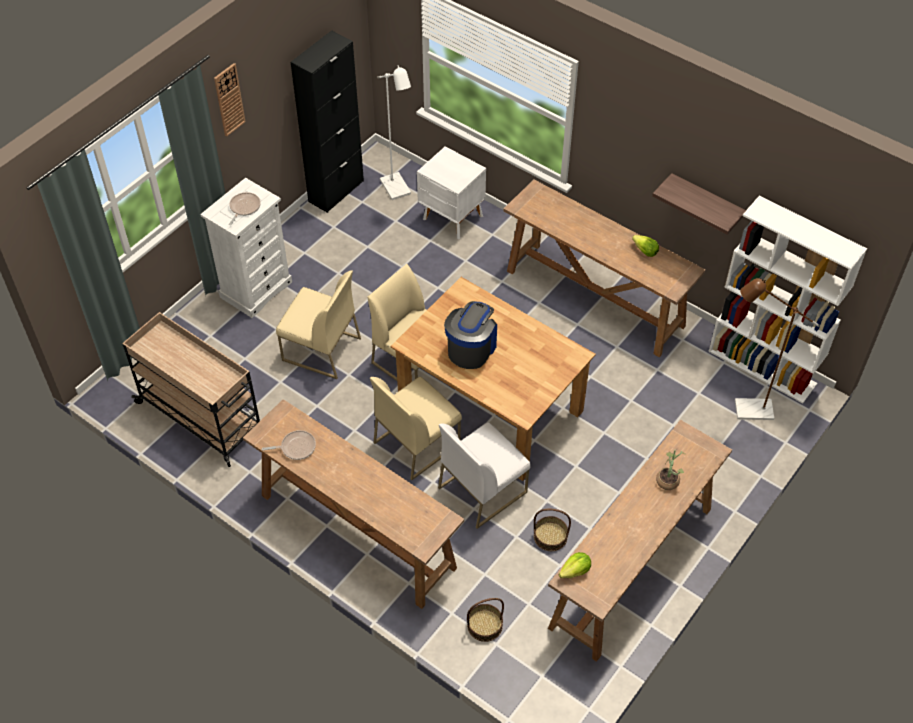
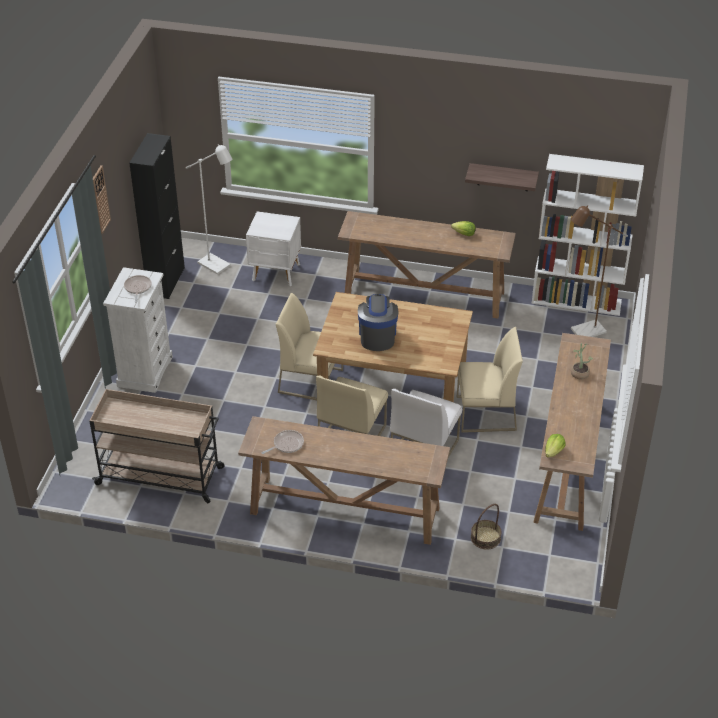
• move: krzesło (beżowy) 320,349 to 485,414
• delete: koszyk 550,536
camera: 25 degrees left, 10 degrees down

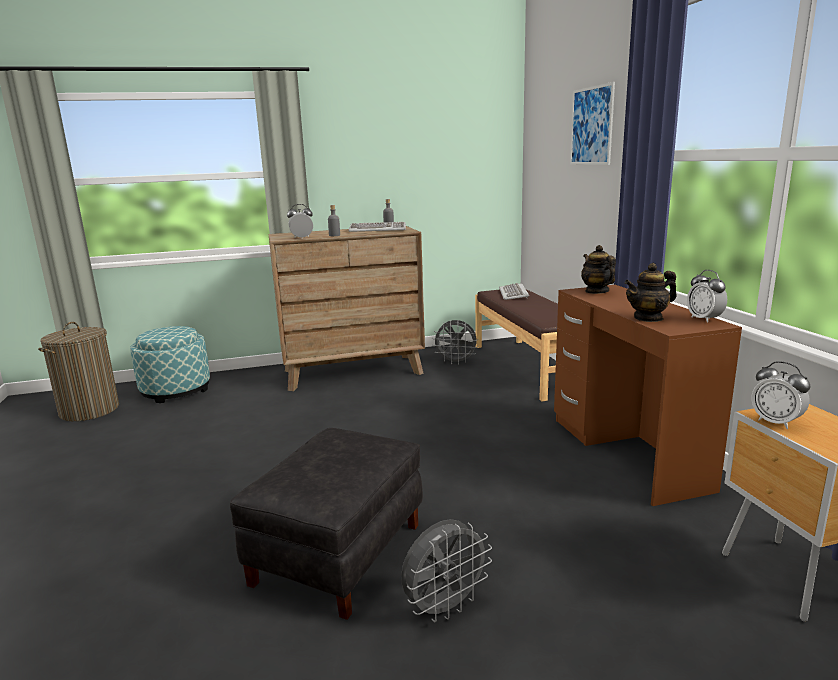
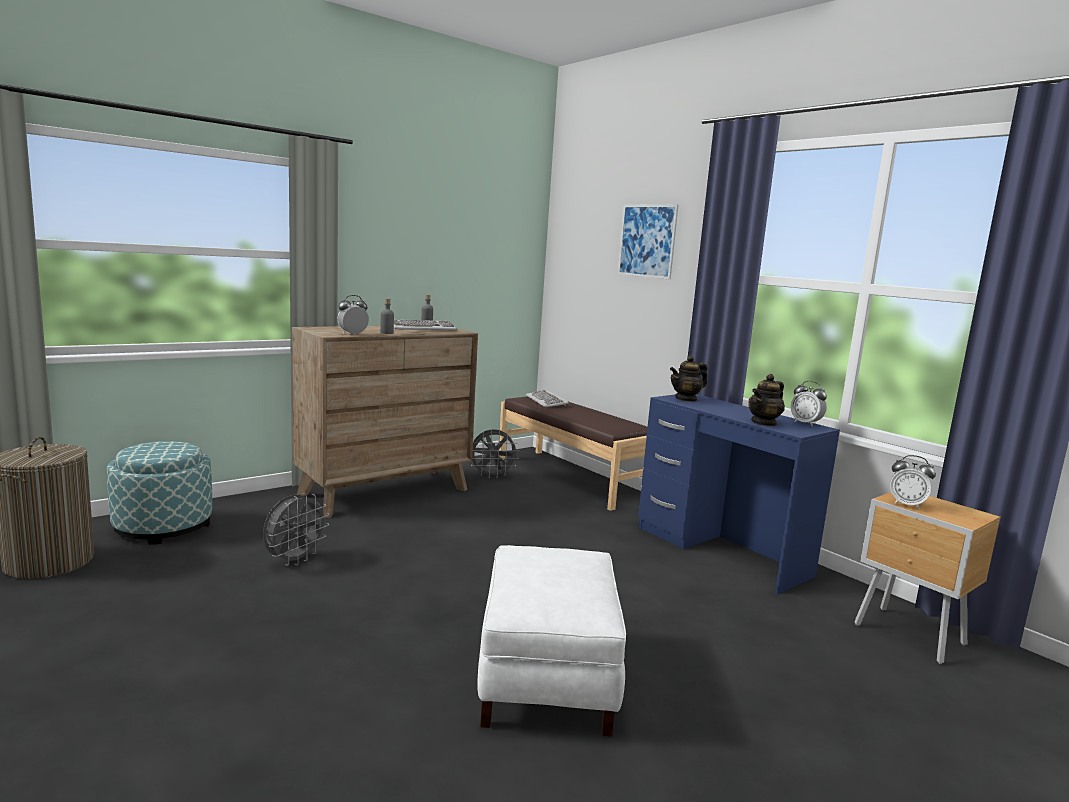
• move: wentylator (szary) 445,607 to 294,560
• recolor: pufa (czarny) 339,554 to pufa (biały) 547,679
• recolor: biurko (brązowy) 627,452 to biurko (niebieski) 721,551
• rotate: imbryk 596,291 = 686,399 75 degrees counterclockwise
camera: 25 degrees left, 5 degrees down

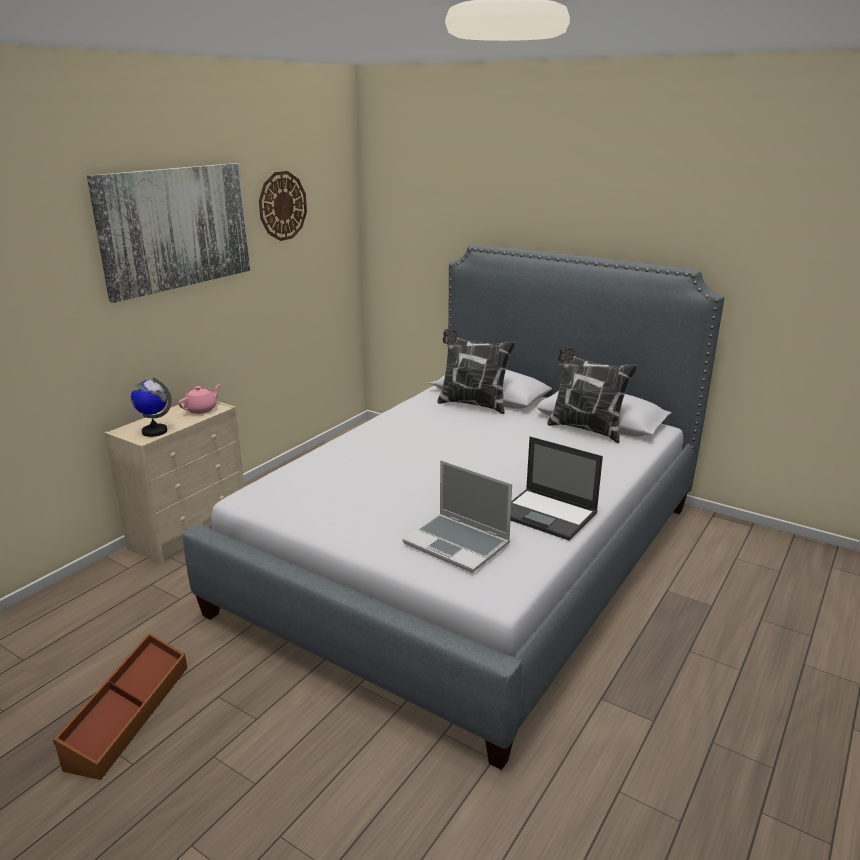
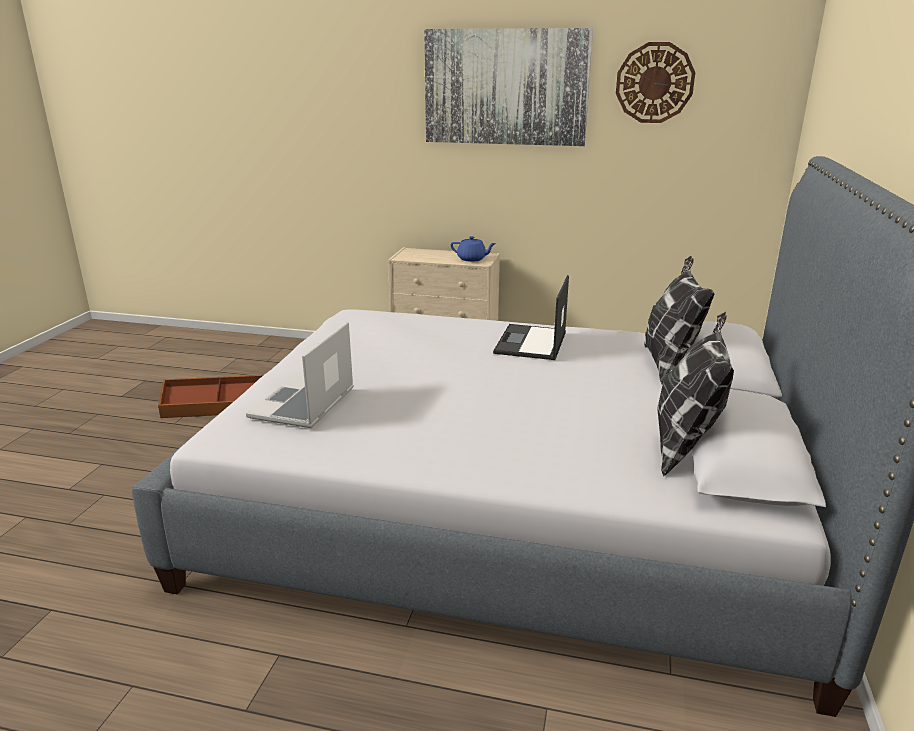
• recolor: imbryk (różowy) 201,409 to imbryk (niebieski) 472,259
• move: laptop 548,514 to 531,343
• delete: globus 154,431
camera: 70 degrees right, 0 degrees up

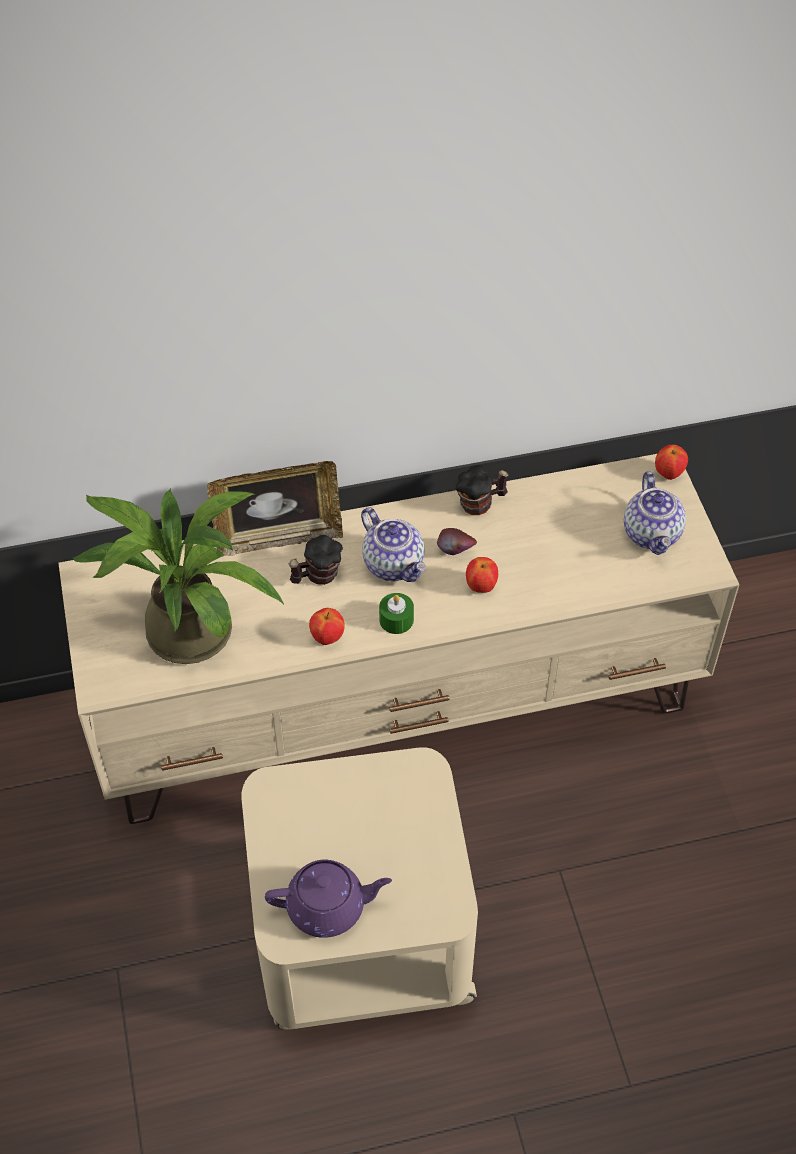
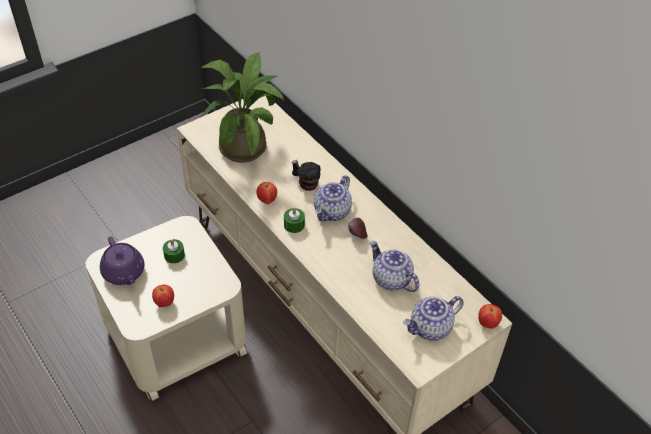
• move: jabłko 481,586 to 164,303
• insert: świeca (zielony) 174,255
• insert: imbryk 391,279
• delete: ramka na zdjęcie 278,537
• delete: kubek 480,503
camera: 65 degrees right, 5 degrees down

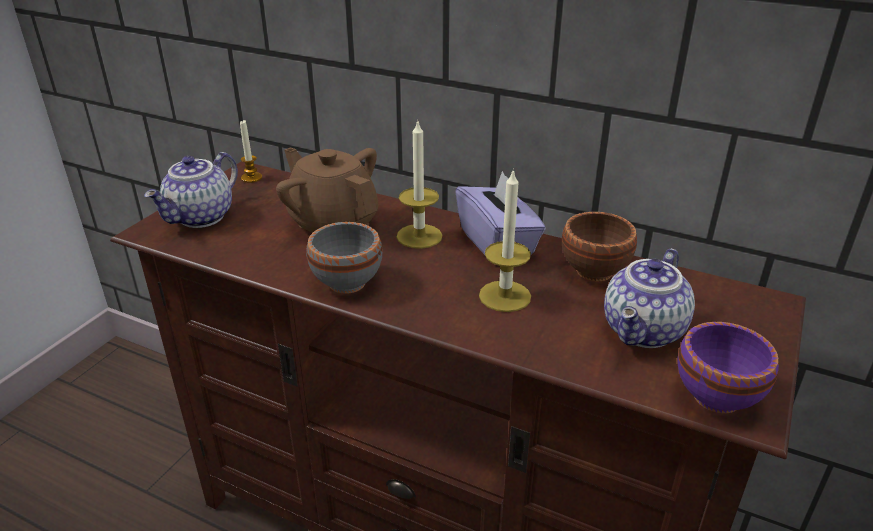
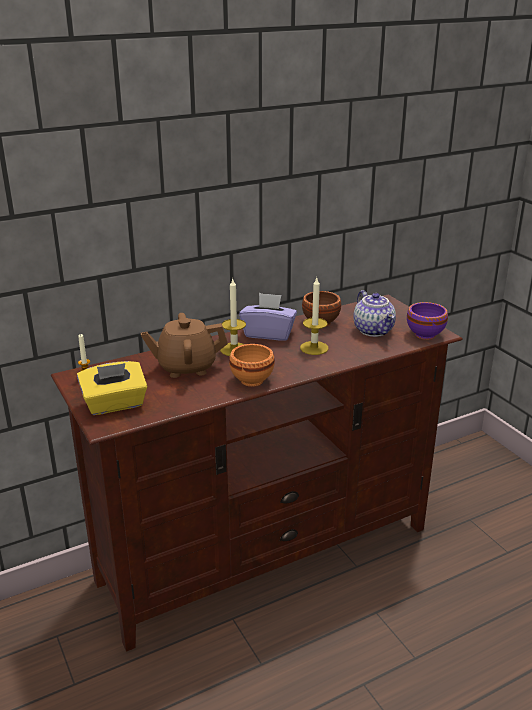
• replace: imbryk 201,218 to pudełko chusteczek (żółty) 115,404
• recolor: miska (szary) 344,283 to miska (pomarańczowy) 251,381
camera: 55 degrees left, 5 degrees down

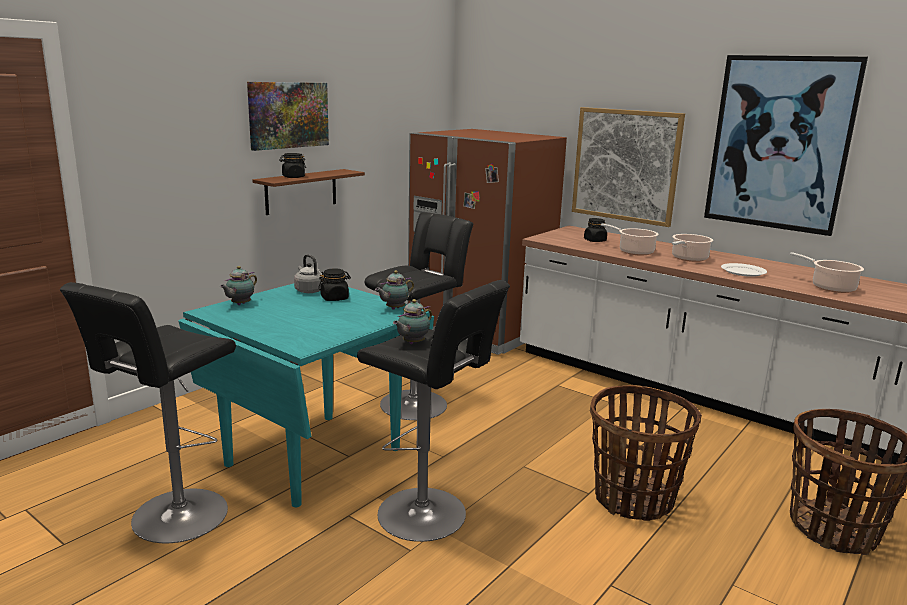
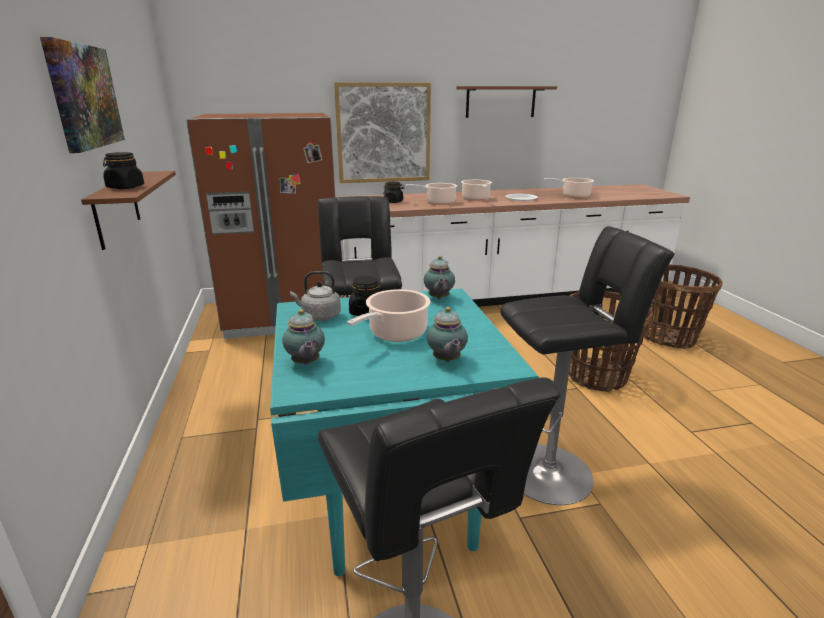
• insert: garnek 395,334
• move: imbryk 412,343 to 446,360
• replace: obraz 779,143 to półka (brązowy) 500,102
camera: 50 degrees left, 5 degrees up

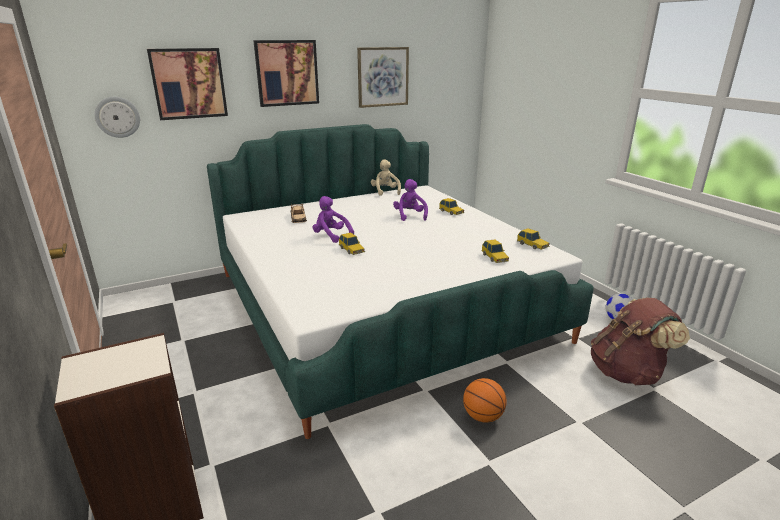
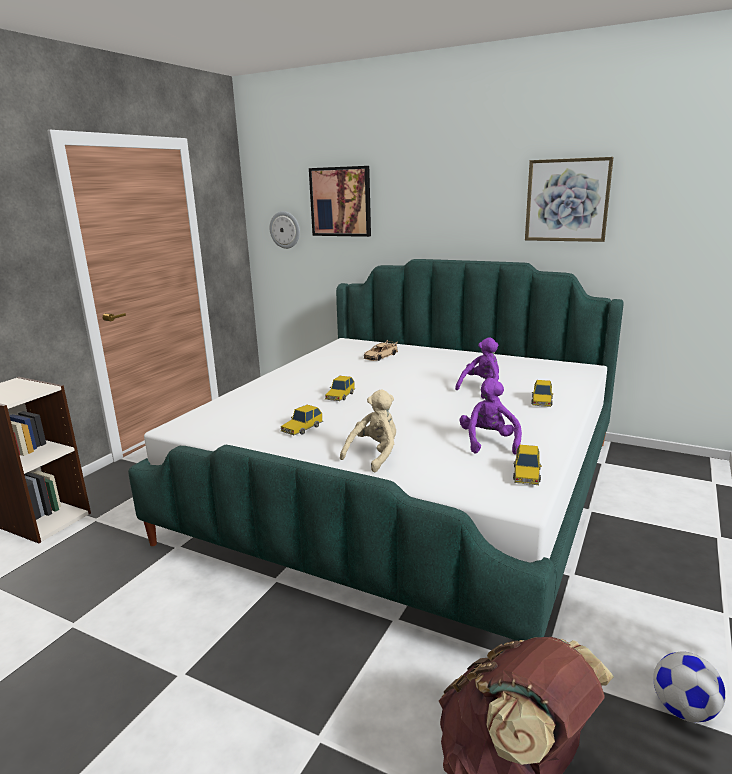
• move: samochodzik 494,257 to 302,428
• move: pluszak (beżowy) 385,192 to 374,455
• move: pluszak (fioletowy) 331,236 to 489,442
• delete: obraz 287,73
• delete: piłka do koszykówki 483,416
camera: 55 degrees right, 5 degrees down

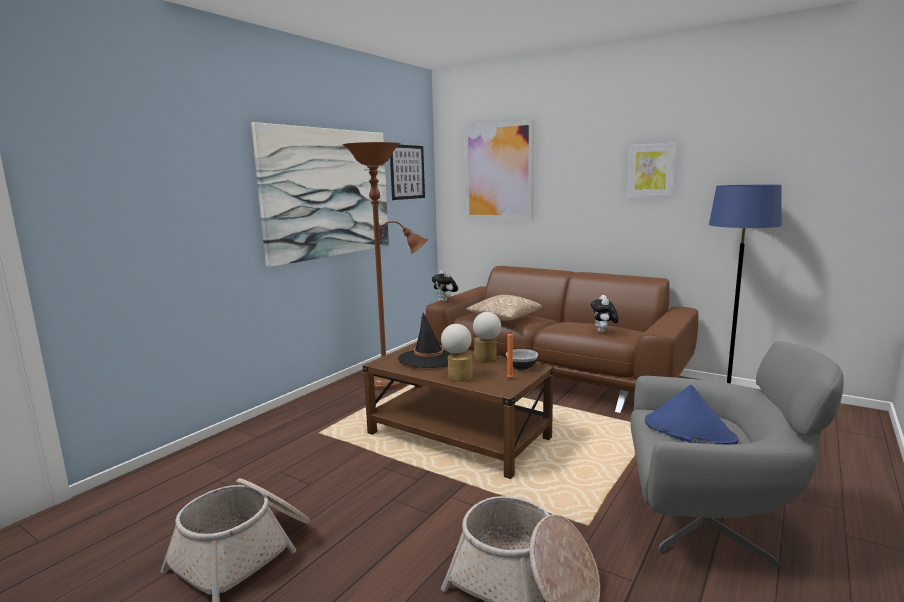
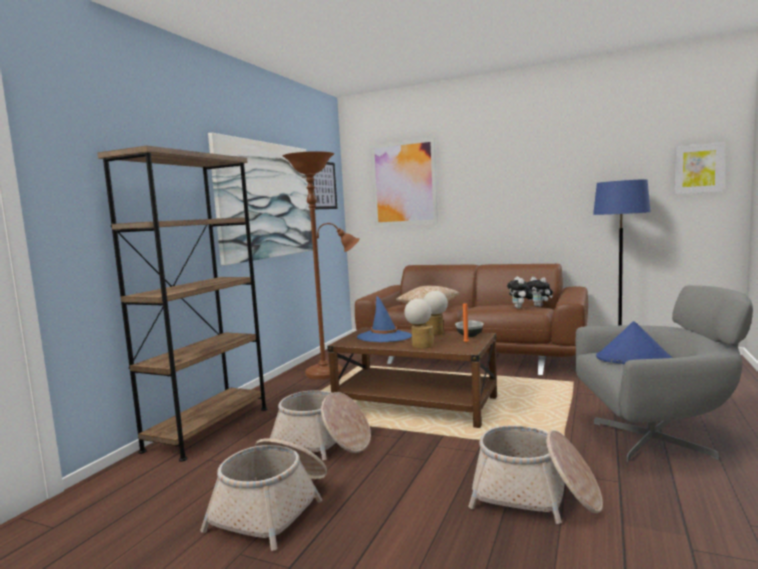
• insert: regał (brązowy) 208,428
• insert: koszyk 322,443
• recolor: kapelusz (czarny) 428,359 to kapelusz (niebieski) 384,337
• move: pluszak 445,301 to 539,306
• move: obraz 651,170 to 698,169
camera: 10 degrees left, 5 degrees down

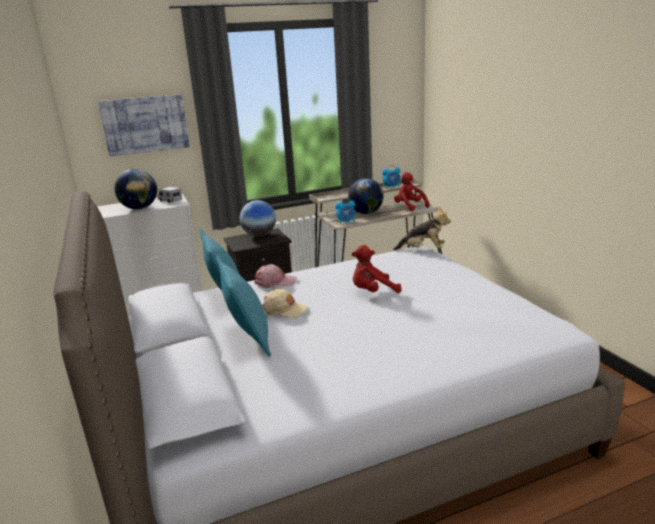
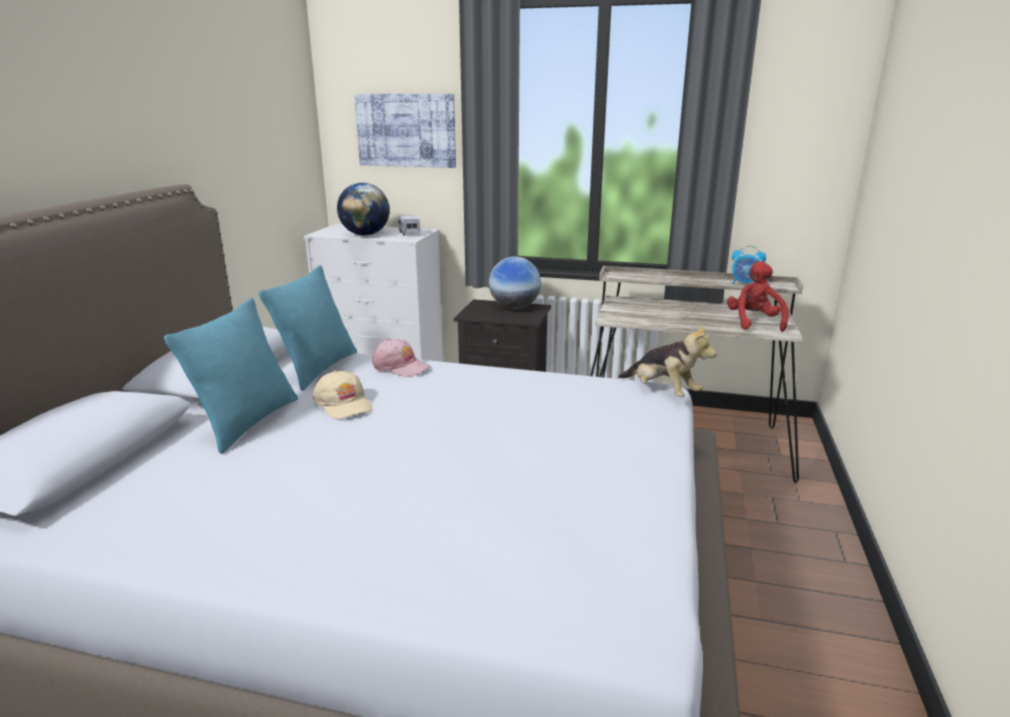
• delete: budzik 346,222
• delete: globus 366,213
• delete: pluszak (czerwony) 373,292
camera: 35 degrees right, 0 degrees up

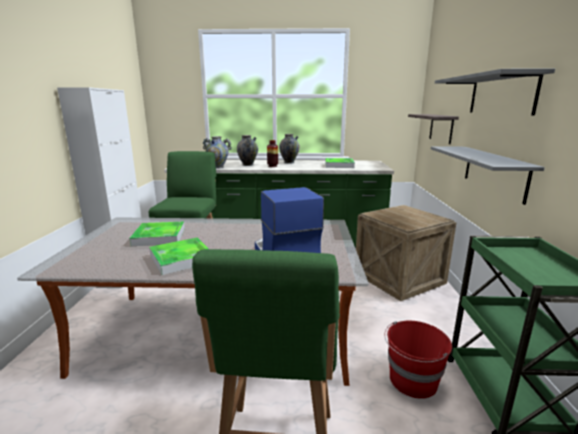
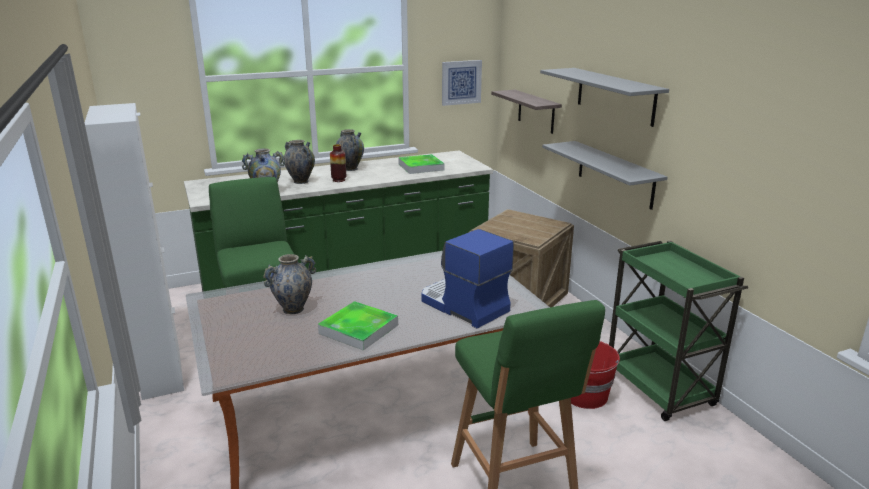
• replace: taca 159,237 to wazon 293,309
• insert: obraz 461,82
camera: 25 degrees left, 5 degrees up

